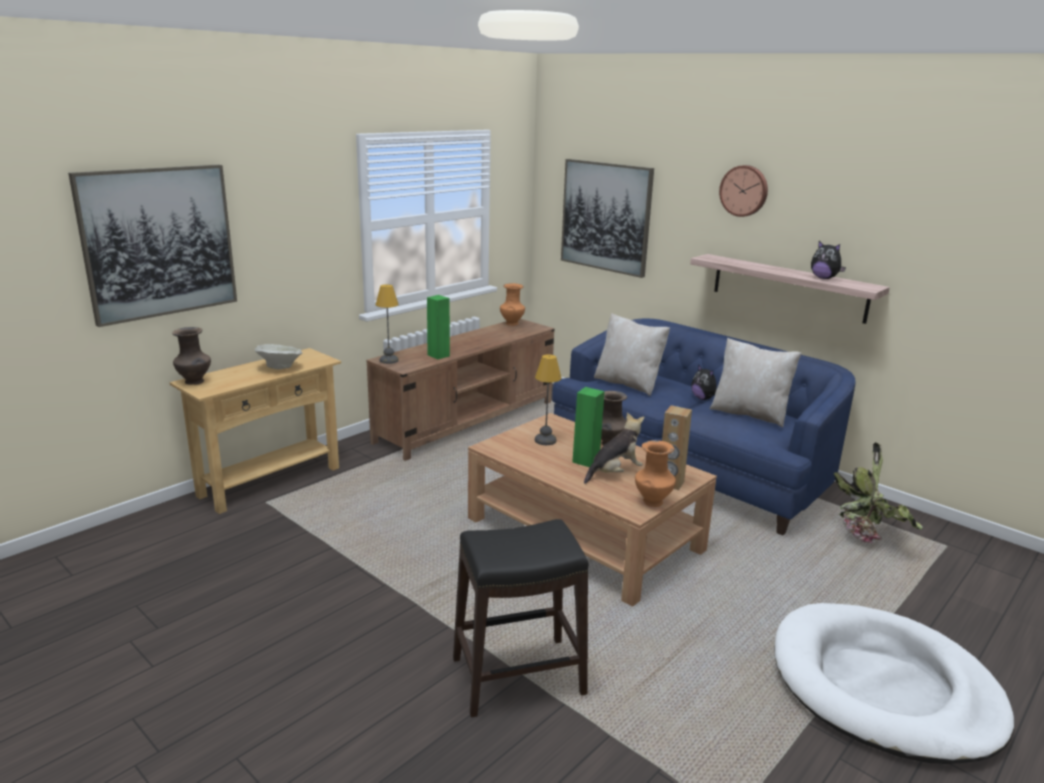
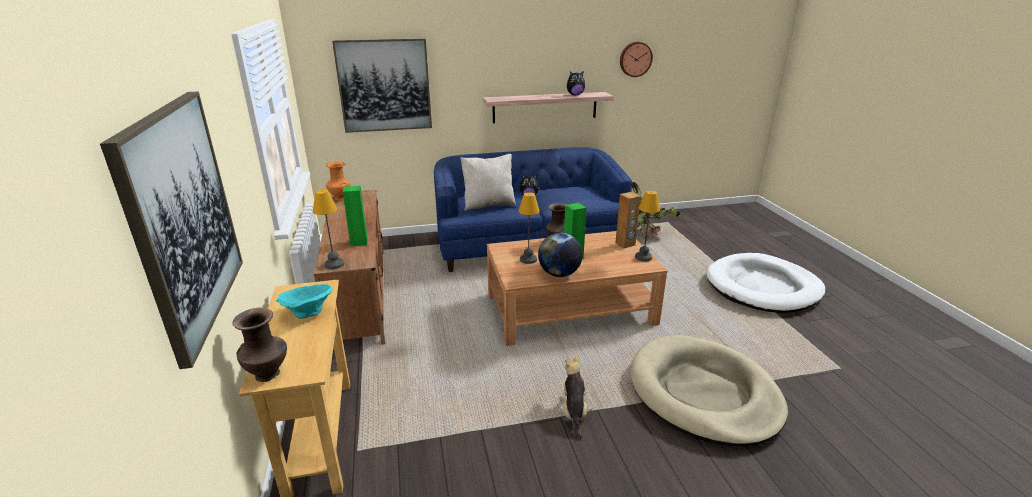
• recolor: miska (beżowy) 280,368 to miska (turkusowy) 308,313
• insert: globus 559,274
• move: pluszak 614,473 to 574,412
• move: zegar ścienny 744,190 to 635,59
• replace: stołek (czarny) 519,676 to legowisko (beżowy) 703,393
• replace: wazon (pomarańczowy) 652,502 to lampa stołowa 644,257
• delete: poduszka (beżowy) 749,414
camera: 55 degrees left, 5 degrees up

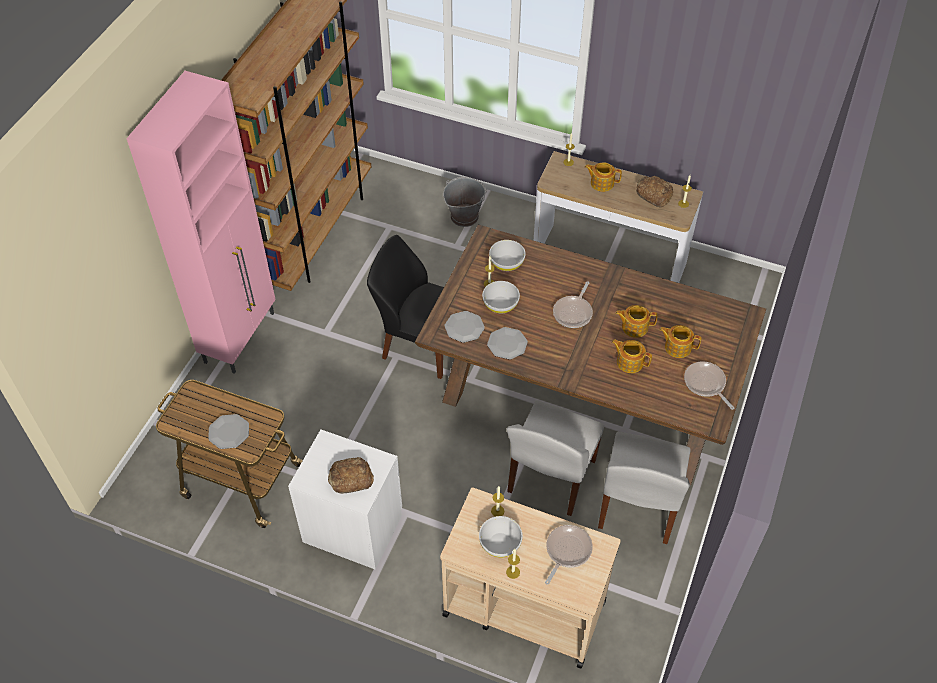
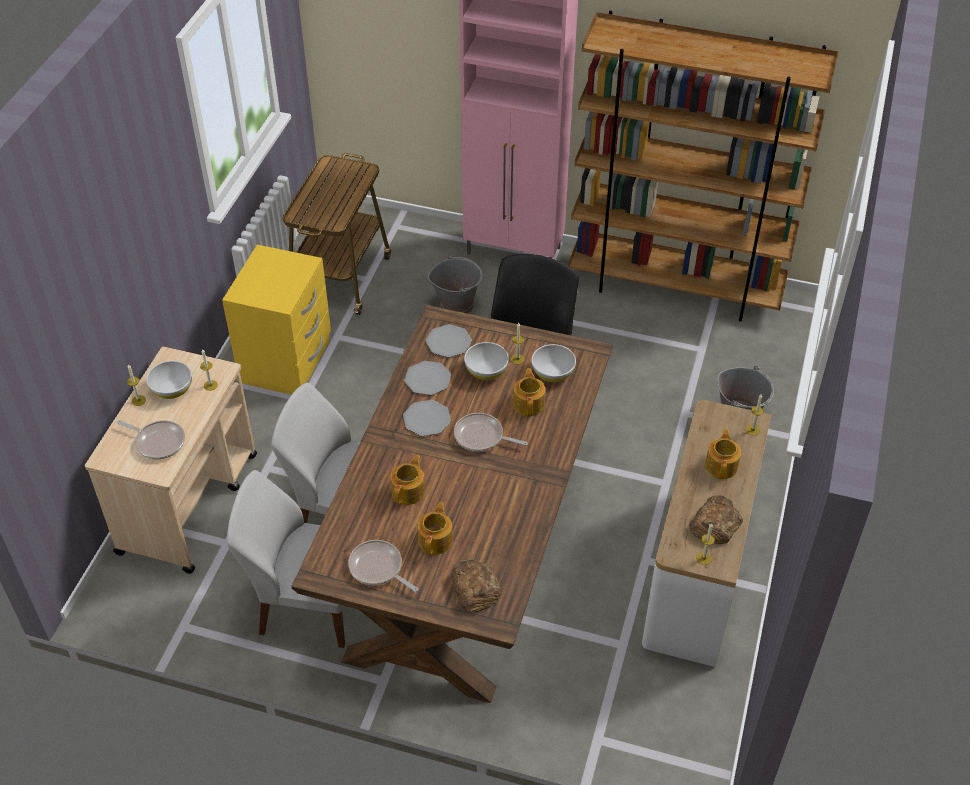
• recolor: szafka nocna (biały) 353,527 to szafka nocna (żółty) 287,362
• rotate: patelnia 706,384 = 378,568 105 degrees counterclockwise
• move: talerz 229,432 to 427,419
• insert: wiadro (szary) 457,305
• move: chleb 350,478 to 475,589
• move: imbryk 634,327 to 529,404
camera: 85 degrees right, 5 degrees down

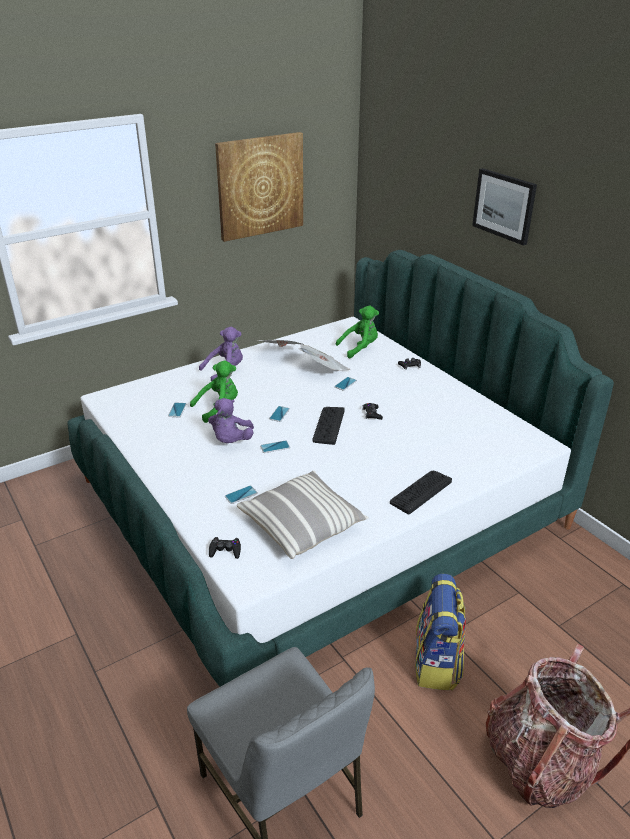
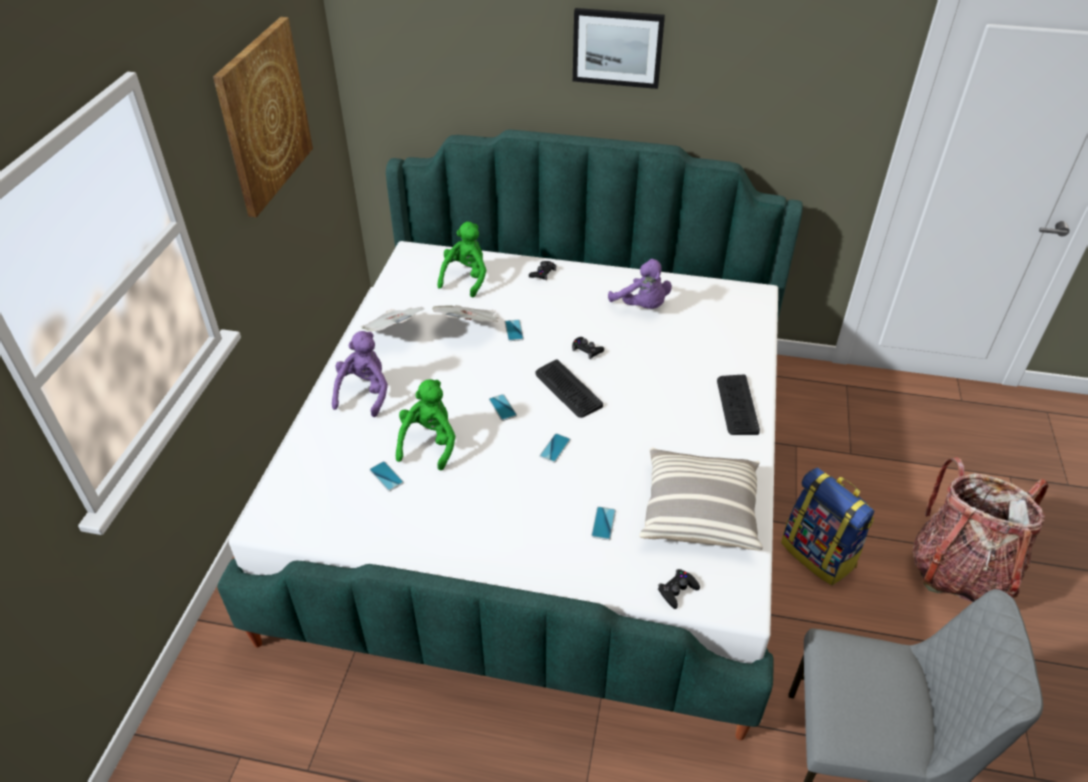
• move: pluszak (fioletowy) 231,441 to 642,306
camera: 45 degrees left, 10 degrees up

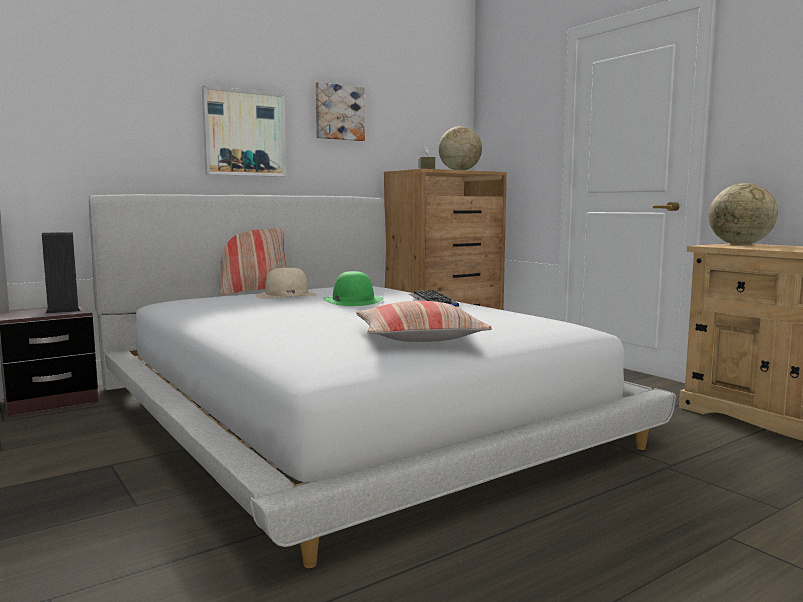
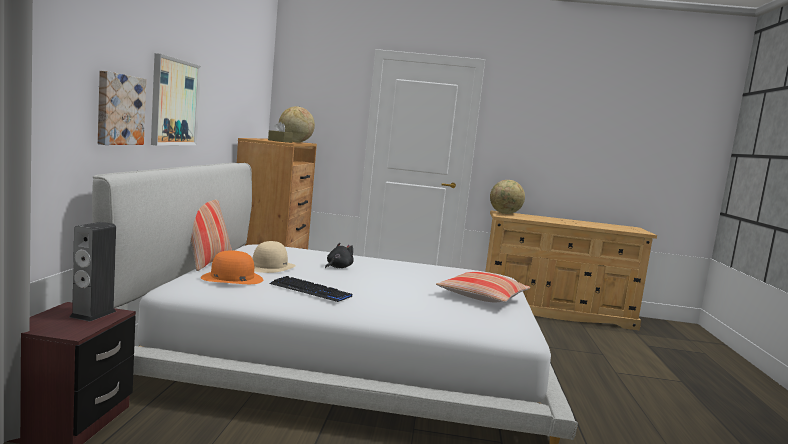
• move: obraz 339,112 to 119,109
• insert: kapelusz (pomarańczowy) 232,278
• move: klawiatura 433,301 to 310,291
• replace: kapelusz (zielony) 353,301 to pluszak (czarny) 338,267
camera: 50 degrees left, 0 degrees up

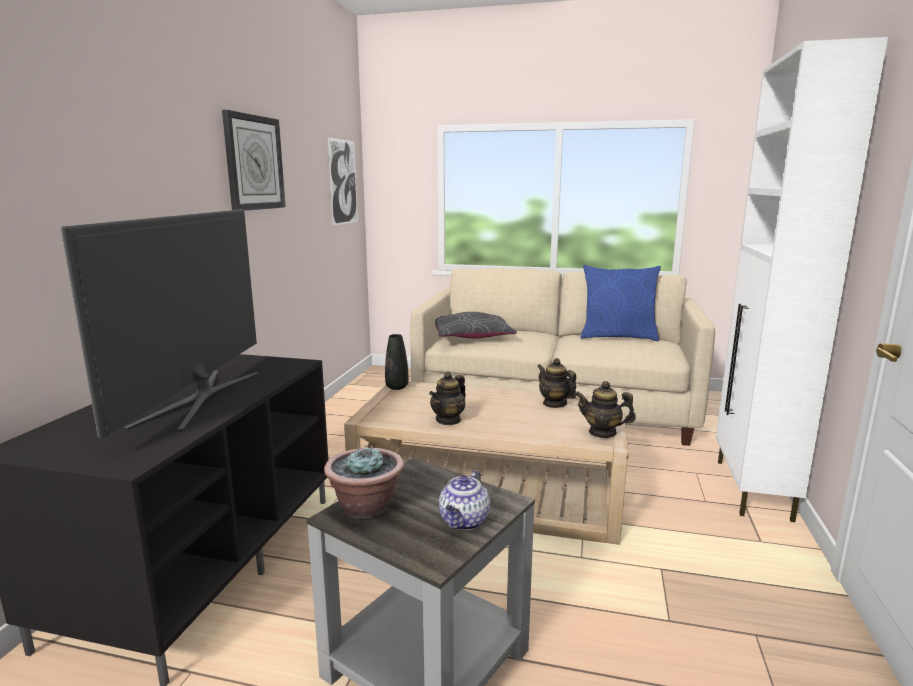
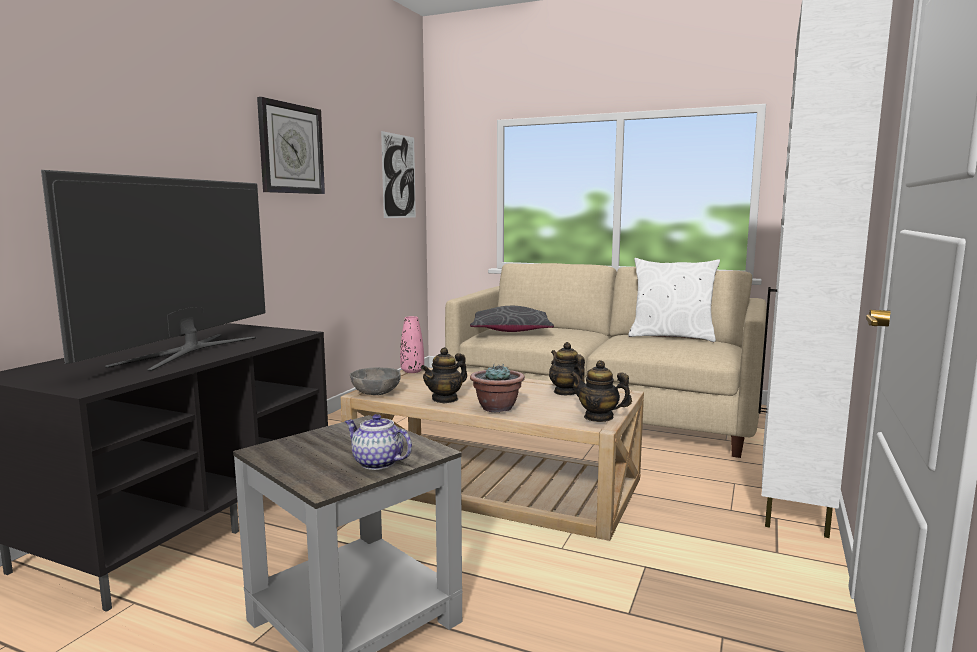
• rotate: imbryk 464,522 = 376,463 90 degrees clockwise
• insert: miska (szary) 375,392
• recolor: wazon (czarny) 397,387 to wazon (różowy) 412,371
• move: roślina doniczkowa 366,507 to 497,408
• recolor: poduszka (niebieski) 617,336 to poduszka (biały) 671,337
camera: 10 degrees right, 5 degrees down

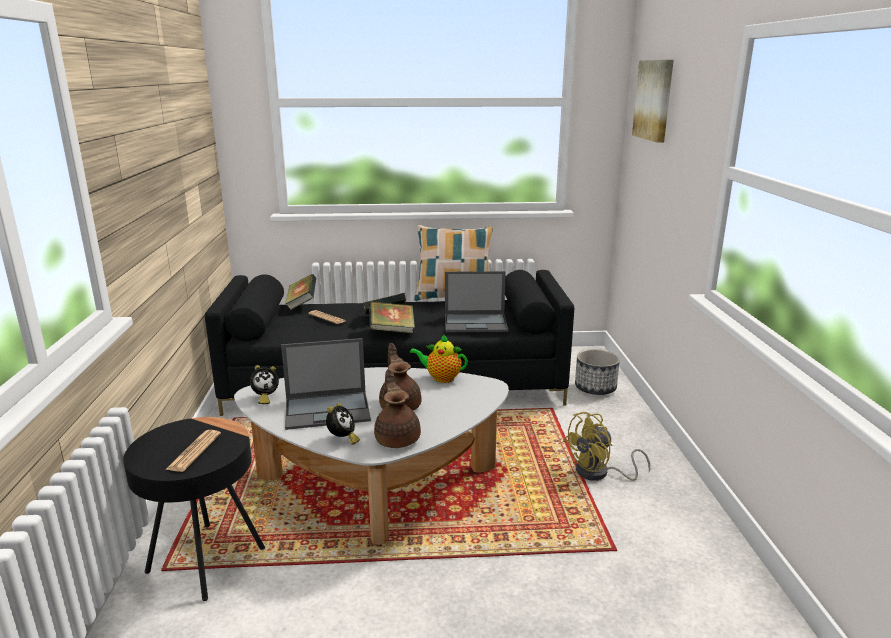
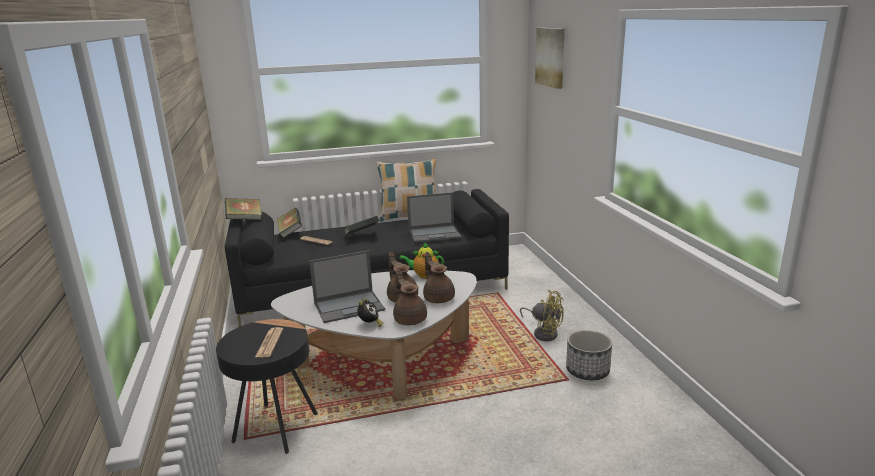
• move: książka 392,331 to 245,219
• insert: imbryk (brązowy) 438,298
• rotate: wentylator (żółty) 599,473 = 543,333 105 degrees counterclockwise
• move: donica 595,388 to 587,371
• delete: budzik 265,398
camera: 10 degrees left, 0 degrees up

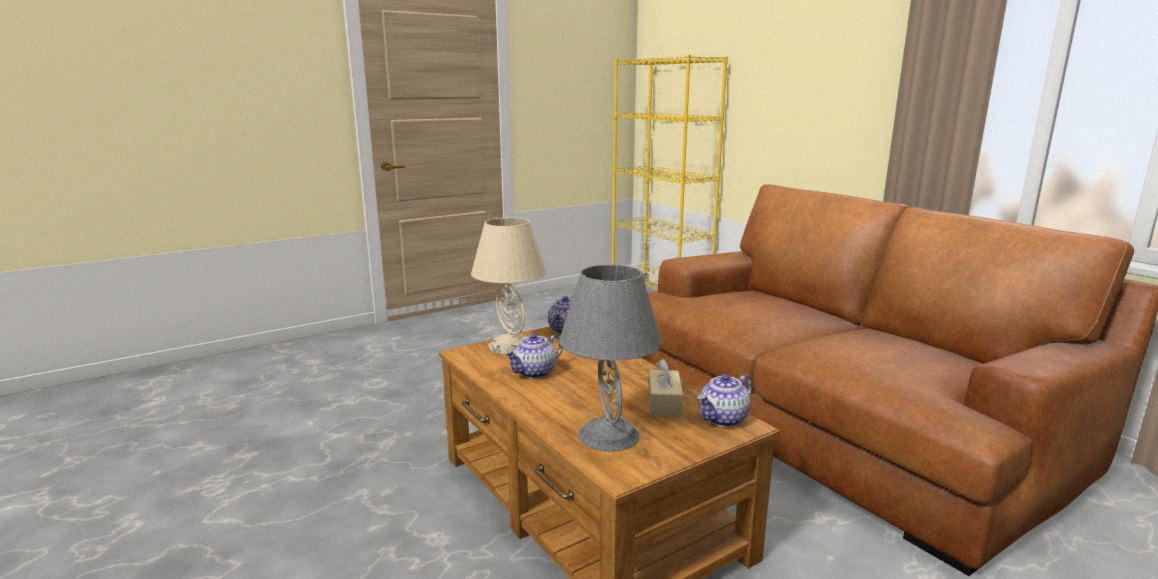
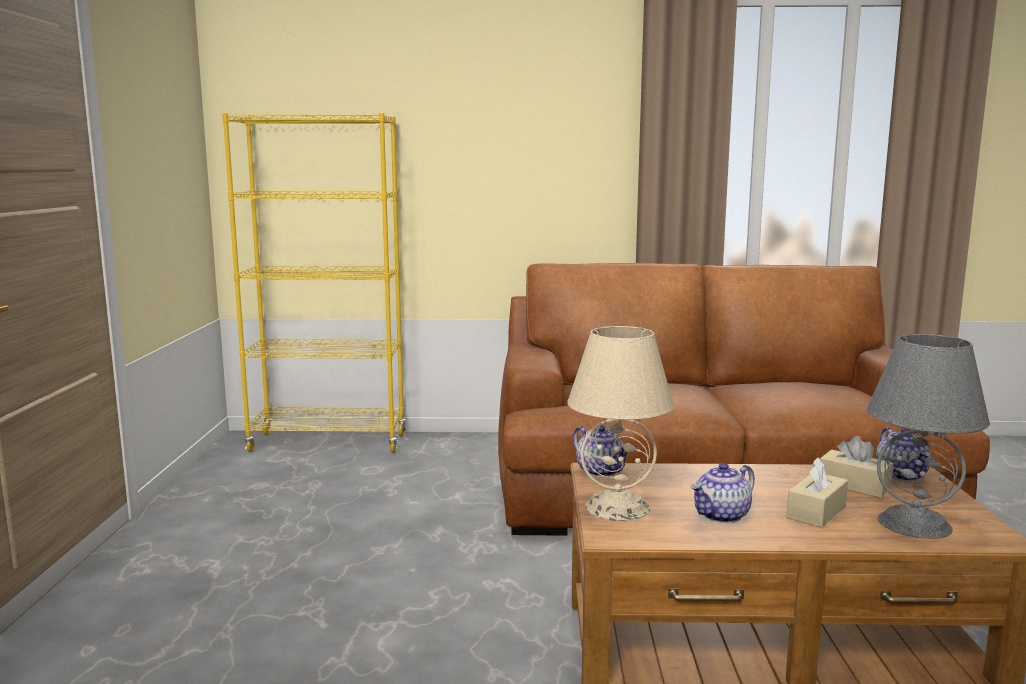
• rotate: imbryk 535,373 = 722,515 60 degrees clockwise
• insert: pudełko chusteczek (beżowy) 816,512
camera: 55 degrees left, 5 degrees down

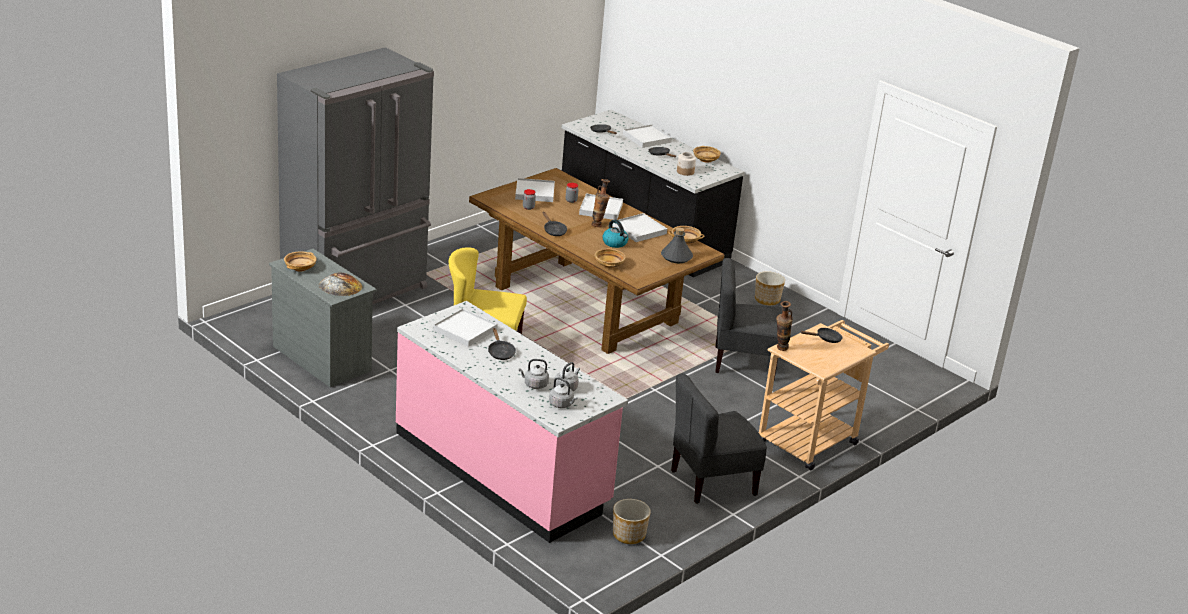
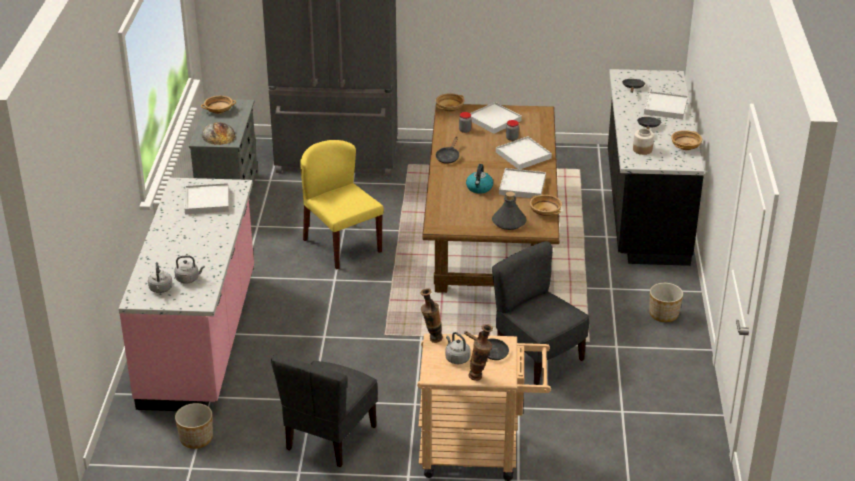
• rotate: krzesło (szary) 712,482 = 329,438 90 degrees counterclockwise
• move: miska (beżowy) 609,264 to 449,108
• move: czajnik (szary) 534,385 to 456,358
• move: wazon 598,225 to 480,377
• delete: patelnia (czarny) 500,352
camera: 50 degrees right, 5 degrees up

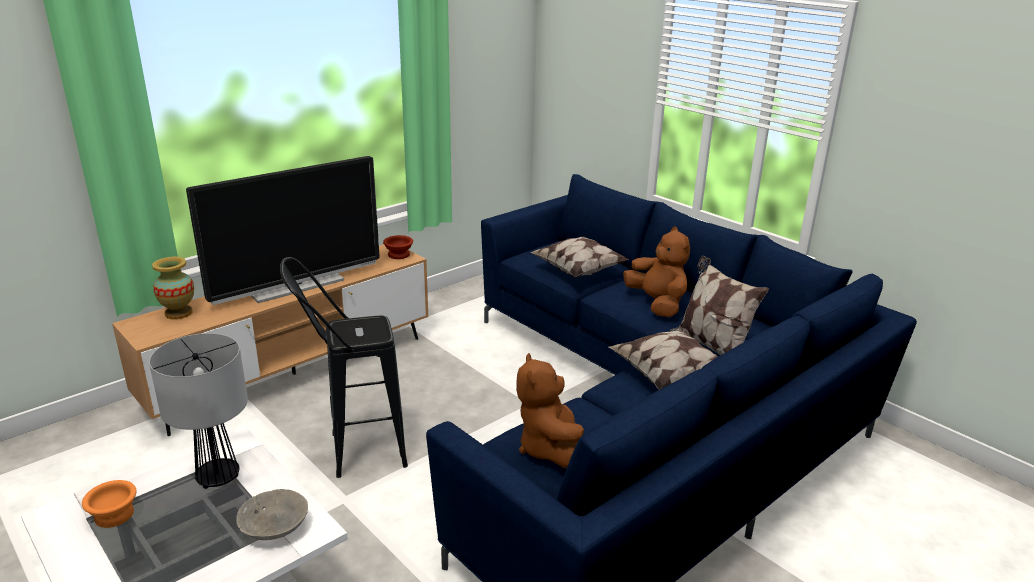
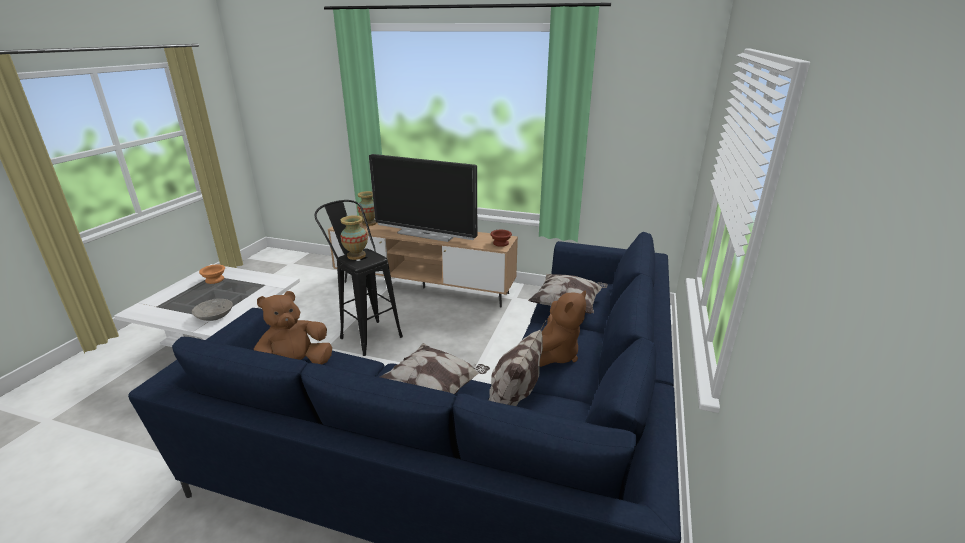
• insert: wazon 356,256
• delete: lampa stołowa 218,478
camera: 60 degrees right, 0 degrees up

